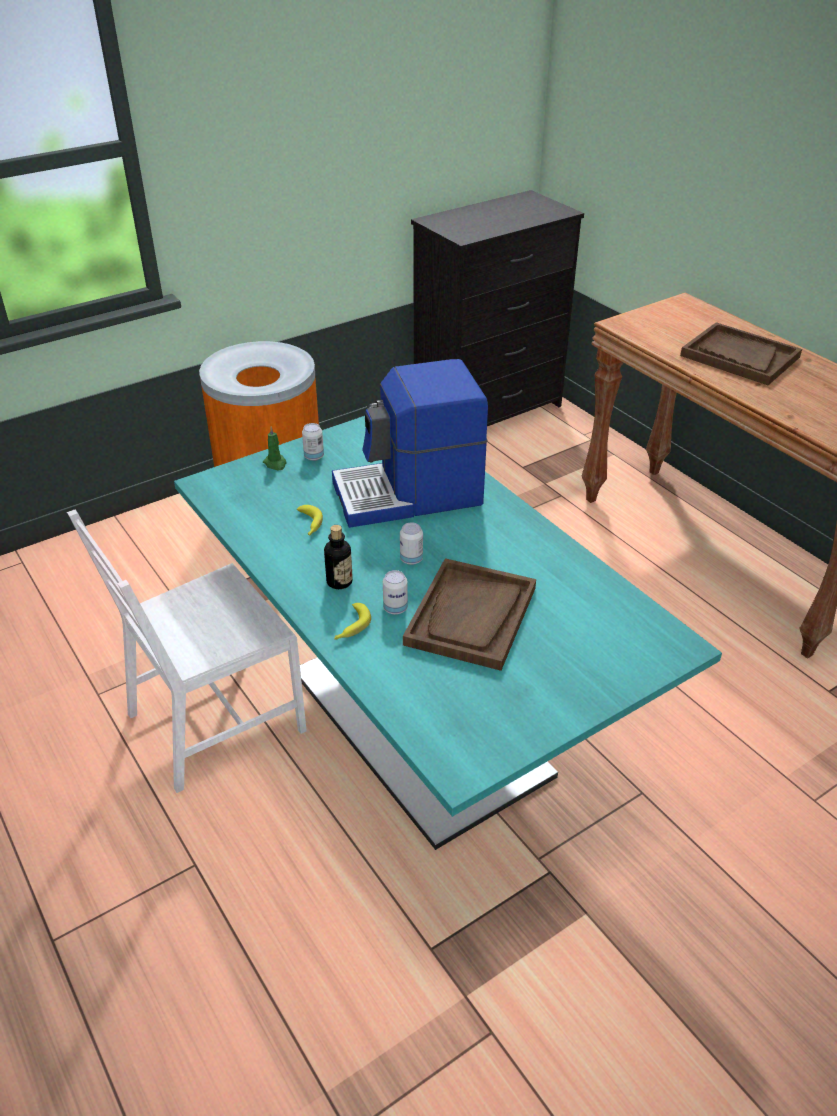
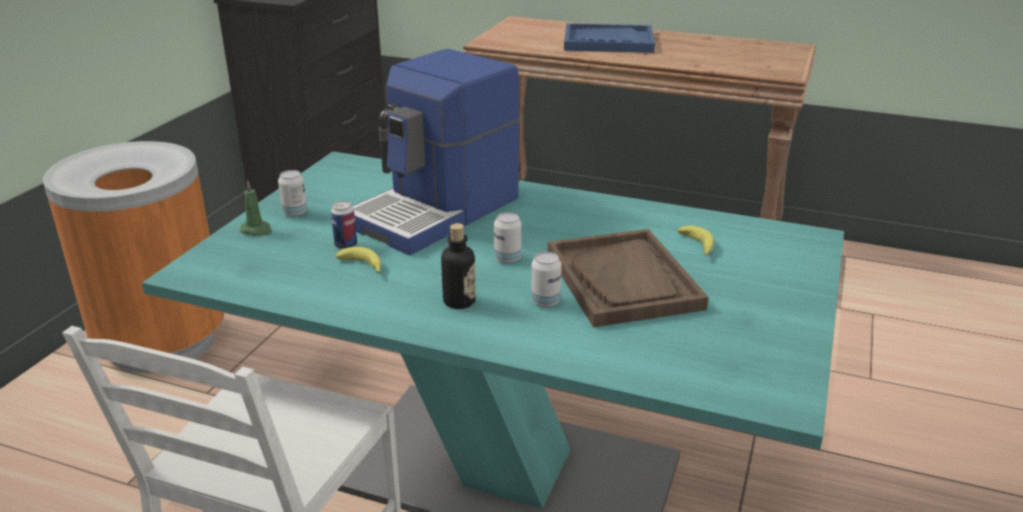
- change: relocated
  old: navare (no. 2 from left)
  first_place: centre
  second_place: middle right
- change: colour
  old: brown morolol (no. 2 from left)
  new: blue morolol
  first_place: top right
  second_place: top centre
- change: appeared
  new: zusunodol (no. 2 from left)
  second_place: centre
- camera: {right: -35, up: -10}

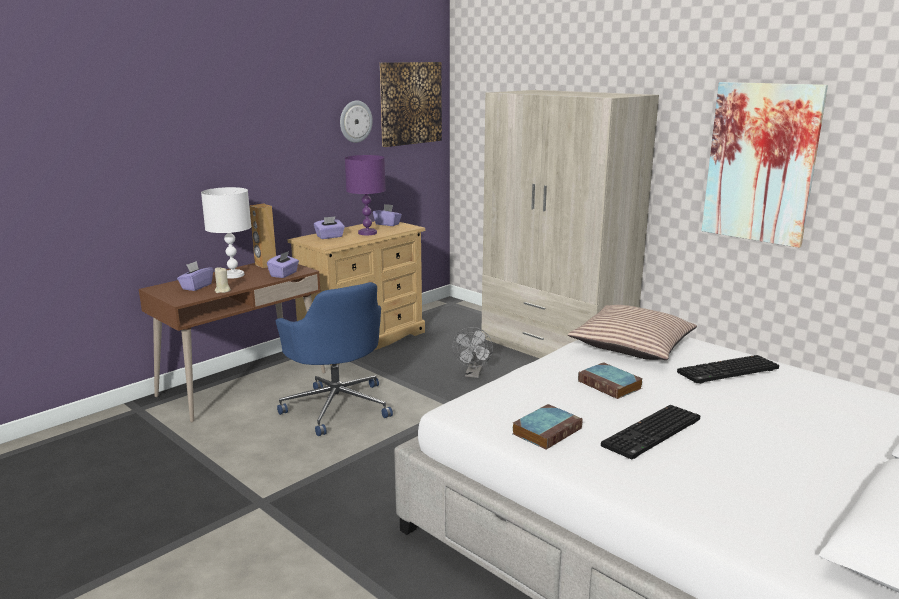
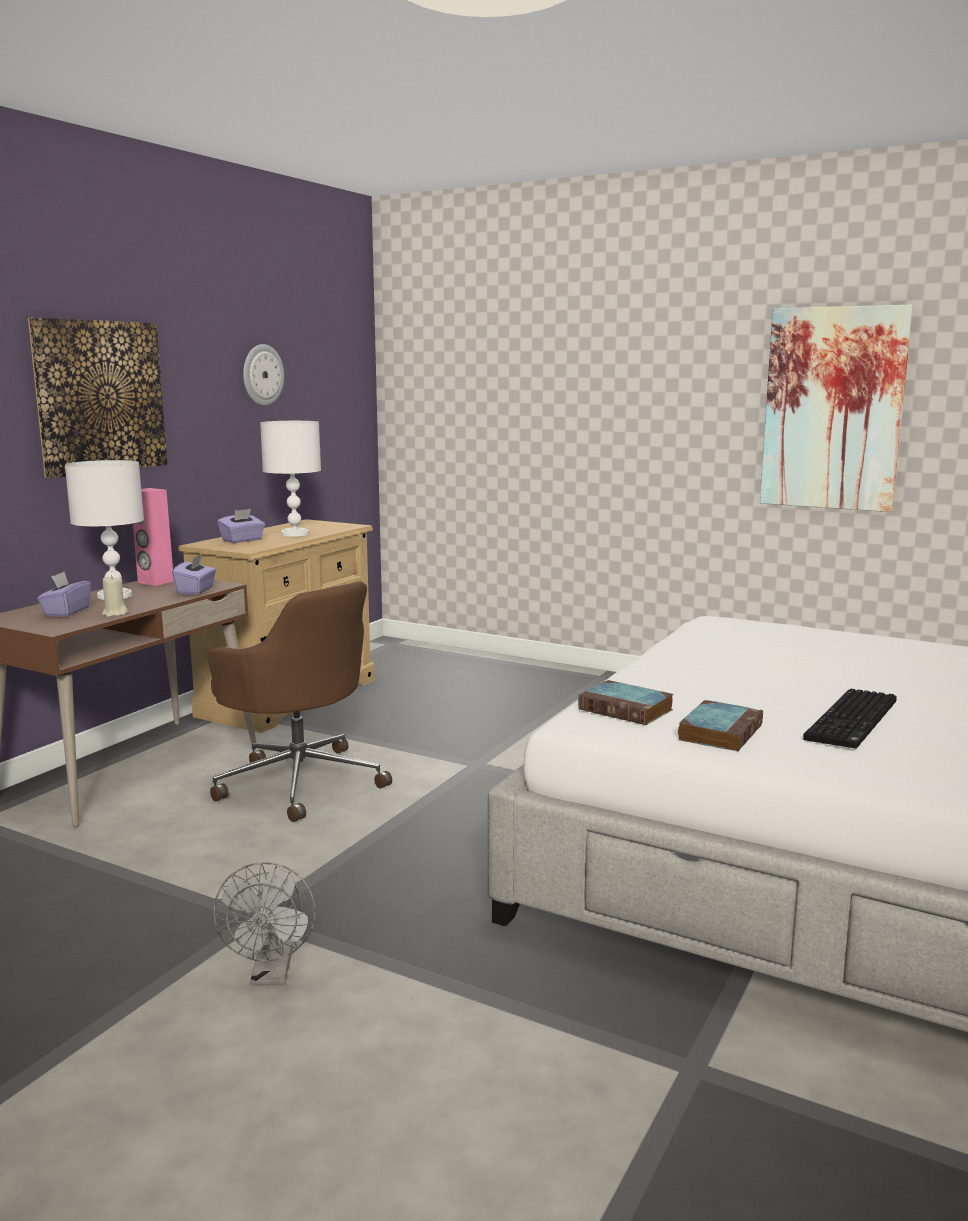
- change: colour
  old: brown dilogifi
  new: pink dilogifi
  first_place: middle left
  second_place: middle left
- change: colour
  old: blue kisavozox
  new: brown kisavozox
  first_place: centre
  second_place: middle left
- change: colour
  old: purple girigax
  new: white girigax (no. 2 from left)
  first_place: top centre
  second_place: middle left
- change: missing
  old: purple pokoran (no. 4 from left)
  first_place: centre
- change: relocated
  old: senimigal (no. 1 from left)
  first_place: top centre
  second_place: top left
- change: relocated
  old: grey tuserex
  first_place: centre
  second_place: bottom left
- change: missing
  old: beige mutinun
  first_place: centre
- change: missing
  old: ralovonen
  first_place: middle right
- change: relocated
  old: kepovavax (no. 2 from left in the first image)
  new: kepovavax (no. 1 from left)
  first_place: middle right
  second_place: centre
- change: missing
  old: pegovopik (no. 2 from left)
  first_place: middle right
- camera: {right: -15, up: -5}

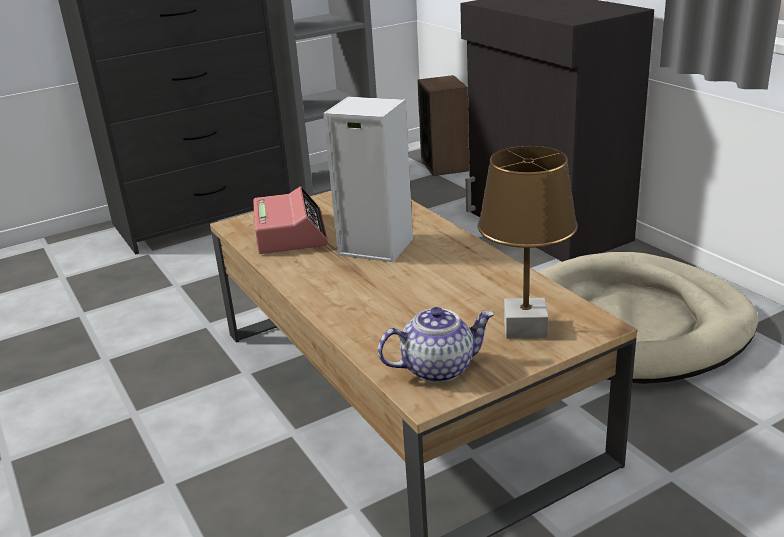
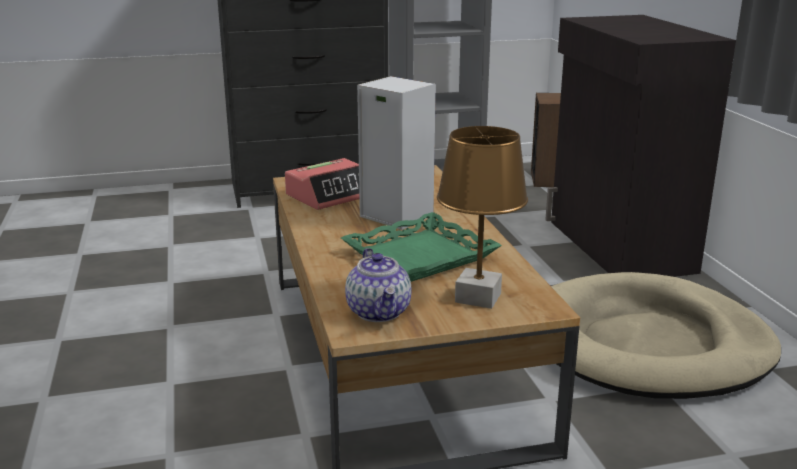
- change: spun
  old: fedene
  first_place: centre
  second_place: centre
  degrees: 45
- change: spun
  old: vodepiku
  first_place: centre
  second_place: centre
  degrees: 75
- change: appeared
  new: green morolol
  second_place: centre
- camera: {right: 15, up: -5}

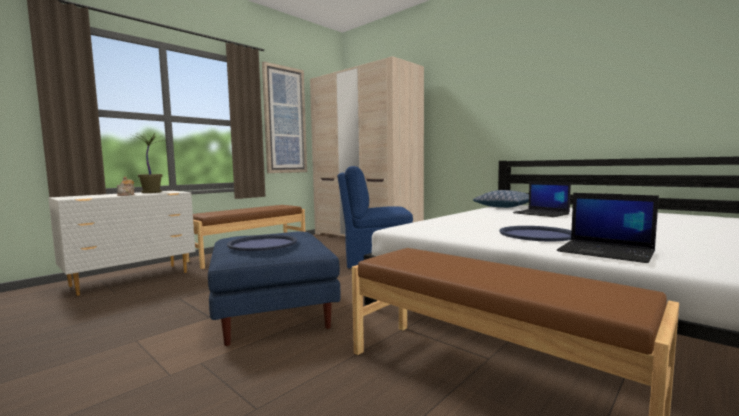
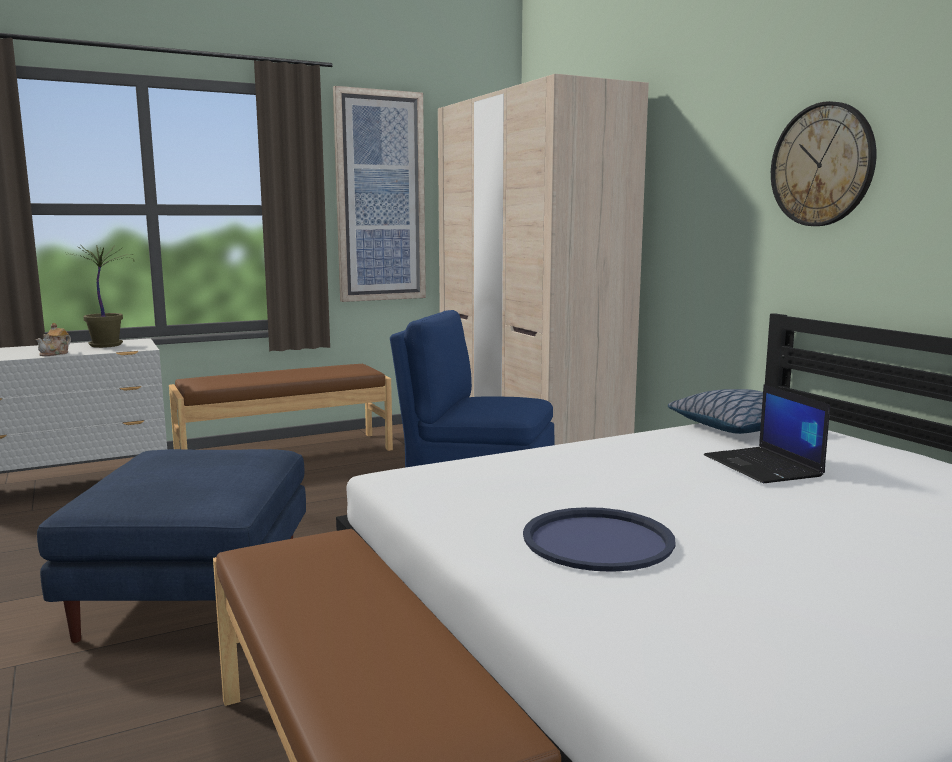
- change: missing
  old: blue morolol (no. 1 from left)
  first_place: centre
- change: missing
  old: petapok (no. 2 from left)
  first_place: middle right
- change: appeared
  new: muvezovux
  second_place: top right
- camera: {right: 20, up: 5}

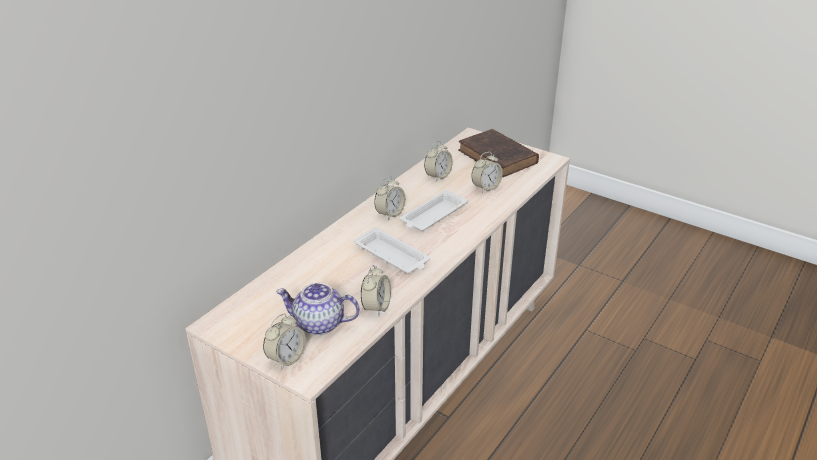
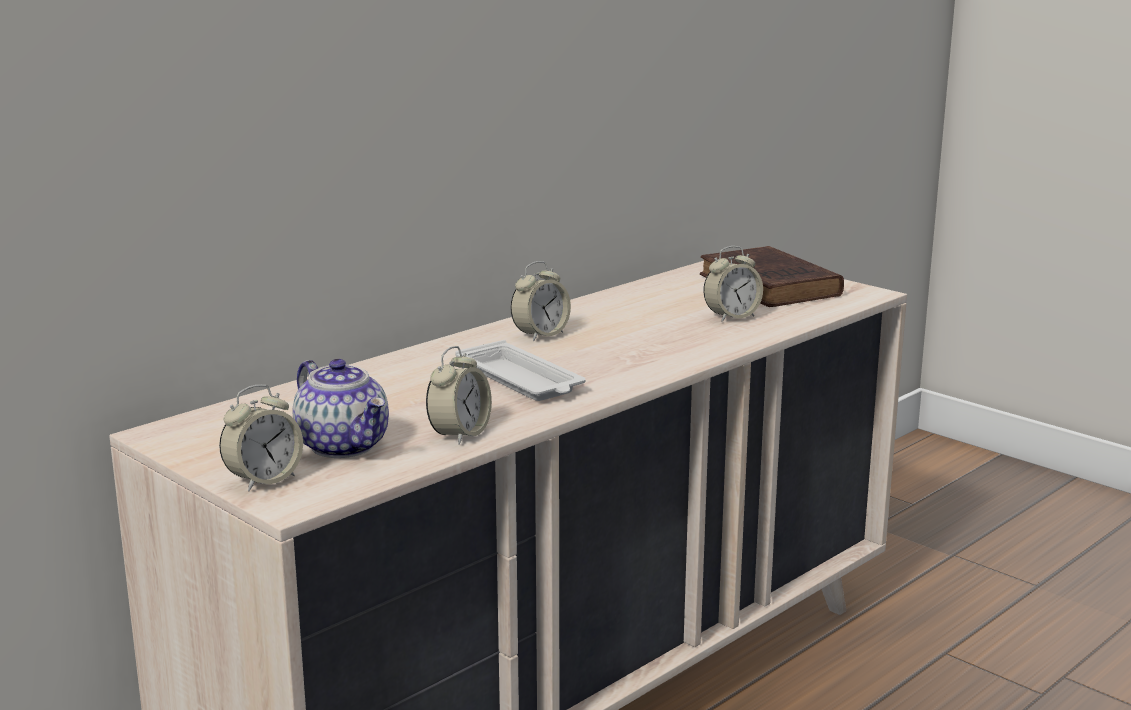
- change: spun
  old: vodepiku
  first_place: bottom centre
  second_place: middle left
  degrees: -150
- change: missing
  old: white morolol (no. 2 from left)
  first_place: centre
- change: missing
  old: fedene (no. 4 from left)
  first_place: centre
- camera: {right: 10, up: -15}

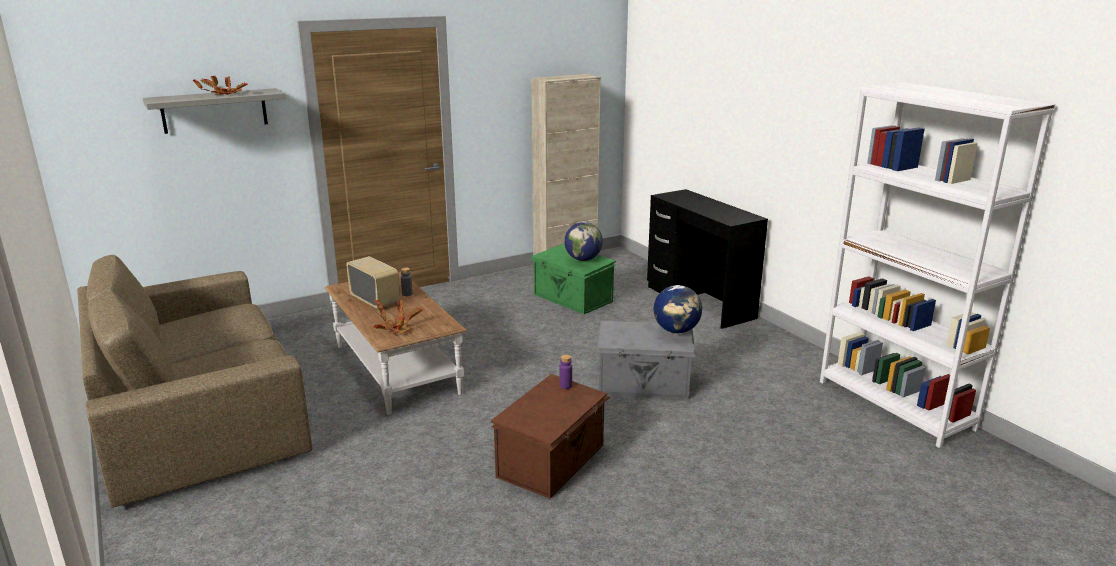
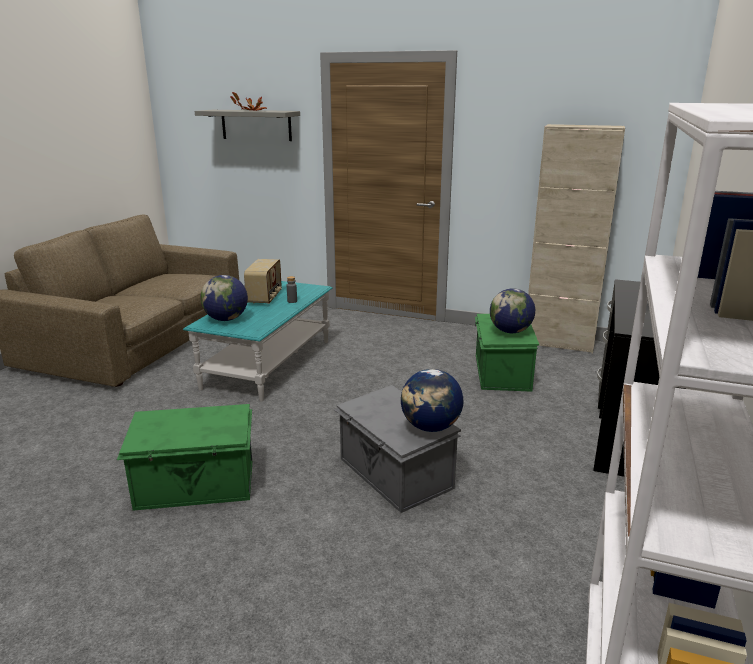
- change: colour
  old: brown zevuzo
  new: turquoise zevuzo
  first_place: centre
  second_place: centre
- change: exchanged
  old: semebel (no. 2 from left)
  new: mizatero (no. 1 from left)
  first_place: centre
  second_place: middle left
- change: colour
  old: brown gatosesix
  new: green gatosesix (no. 1 from left)
  first_place: bottom centre
  second_place: bottom left
- change: missing
  old: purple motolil
  first_place: centre
- camera: {right: 50, up: 0}

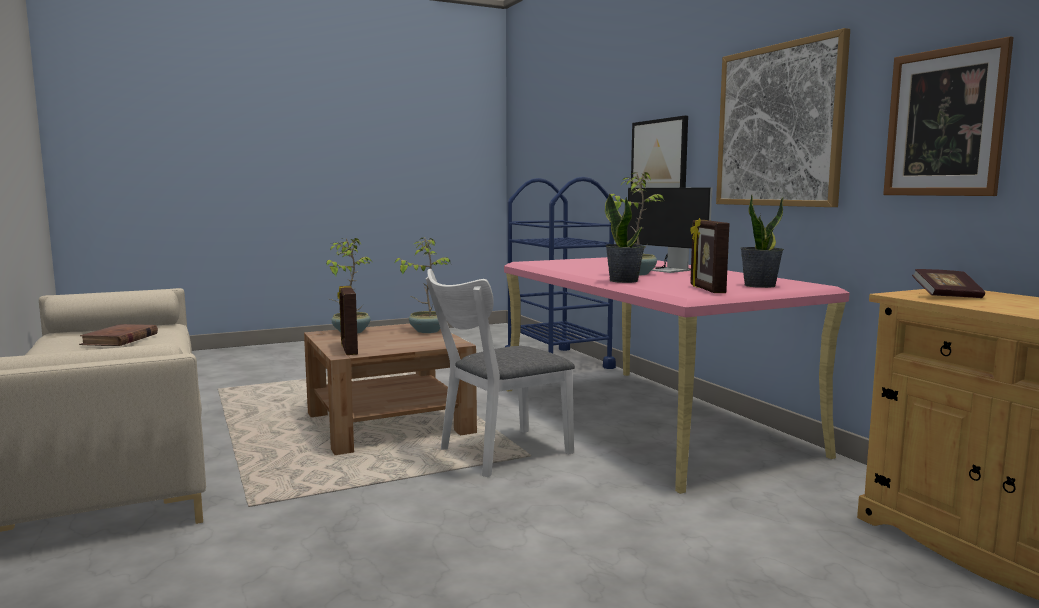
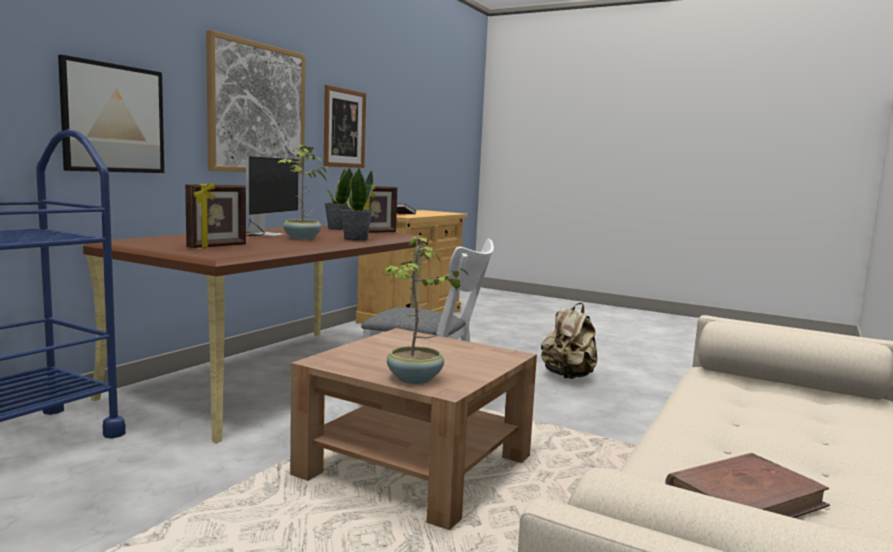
- change: relocated
  old: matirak (no. 1 from left)
  first_place: centre
  second_place: middle left
- change: missing
  old: semebel (no. 2 from left)
  first_place: centre
- change: colour
  old: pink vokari
  new: brown vokari
  first_place: centre
  second_place: middle left
- change: appeared
  new: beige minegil
  second_place: centre
- camera: {right: -125, up: 0}

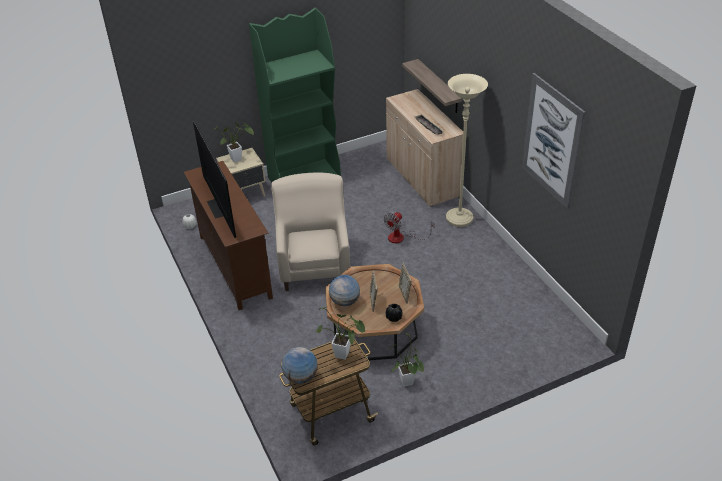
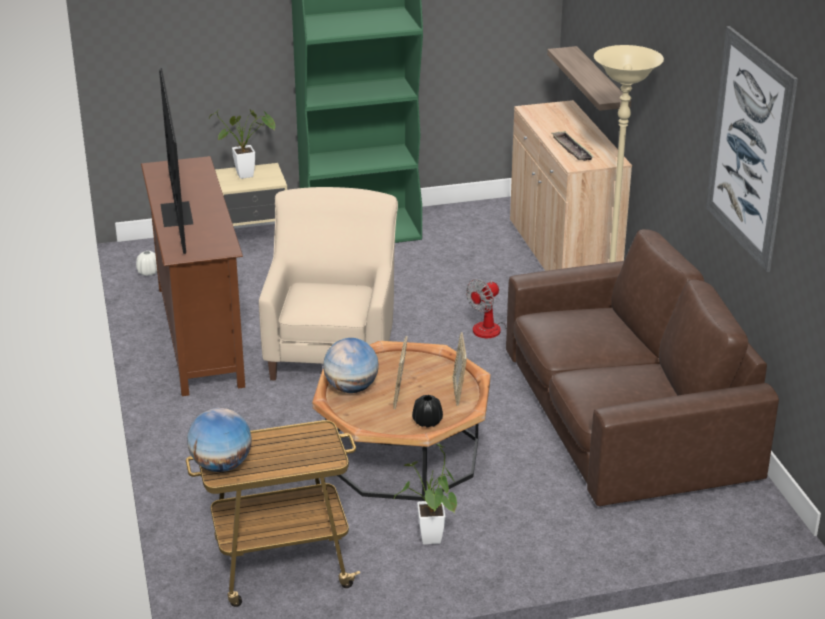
- change: missing
  old: semebel (no. 2 from left)
  first_place: bottom centre
- change: appeared
  new: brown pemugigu
  second_place: middle right
- camera: {right: 10, up: -10}

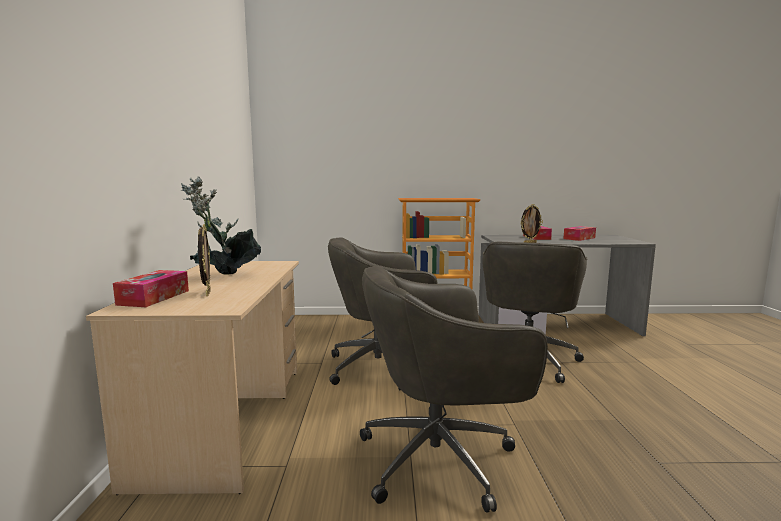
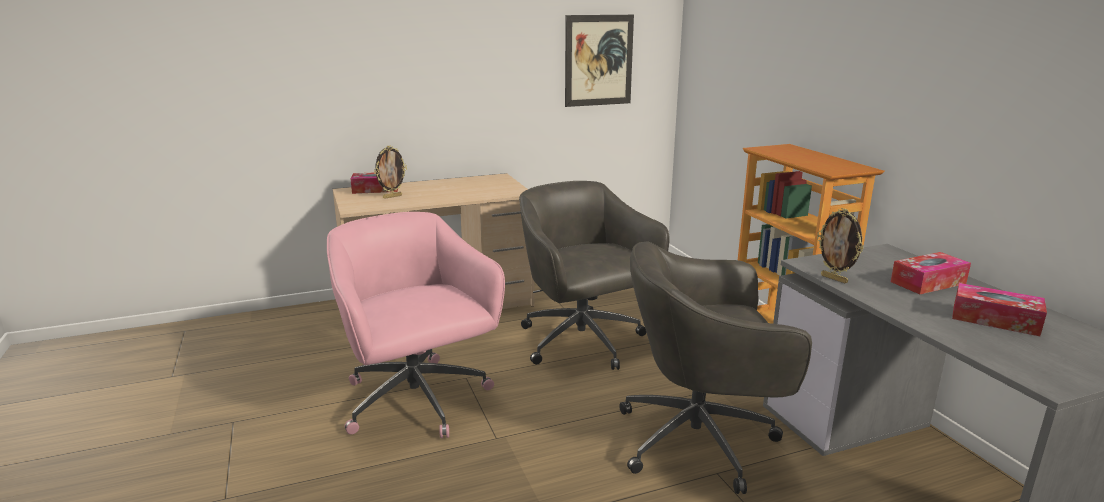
- change: missing
  old: semebel
  first_place: middle left
- change: colour
  old: grey kisavozox (no. 2 from left)
  new: pink kisavozox
  first_place: bottom centre
  second_place: centre
- change: appeared
  new: senimigal
  second_place: top centre
- camera: {right: 70, up: 10}

